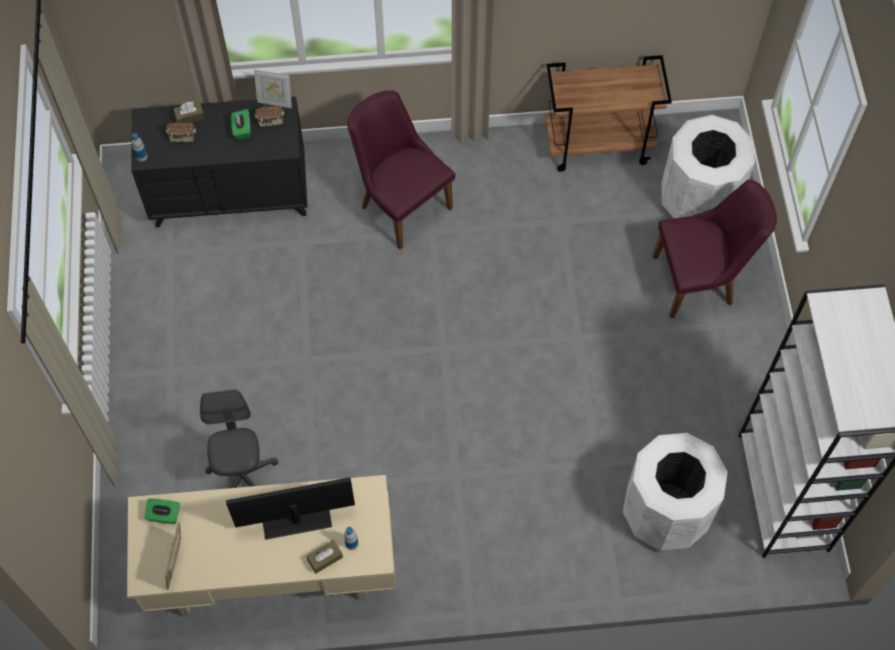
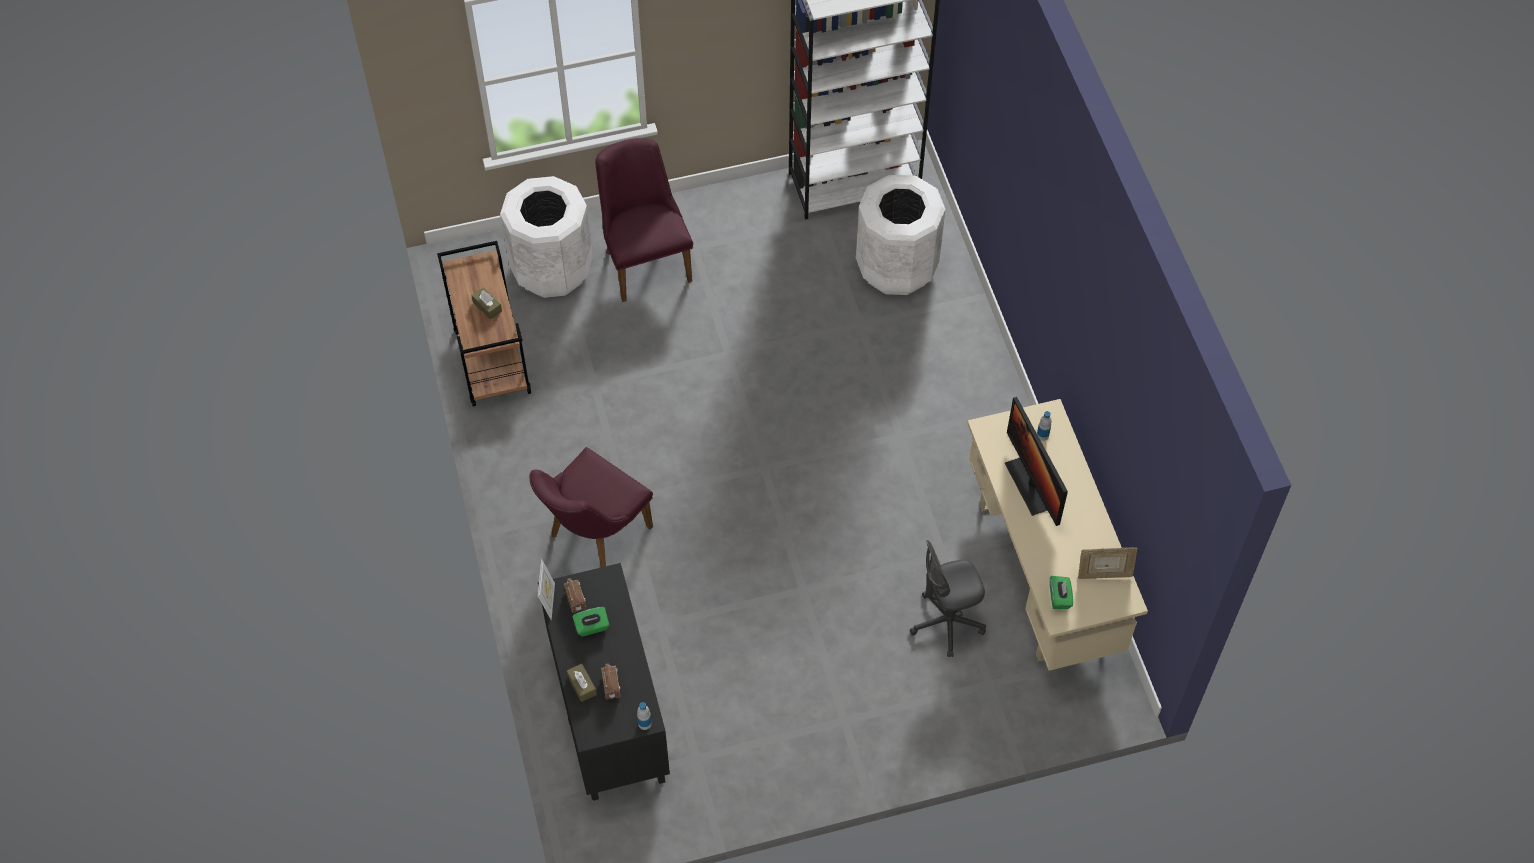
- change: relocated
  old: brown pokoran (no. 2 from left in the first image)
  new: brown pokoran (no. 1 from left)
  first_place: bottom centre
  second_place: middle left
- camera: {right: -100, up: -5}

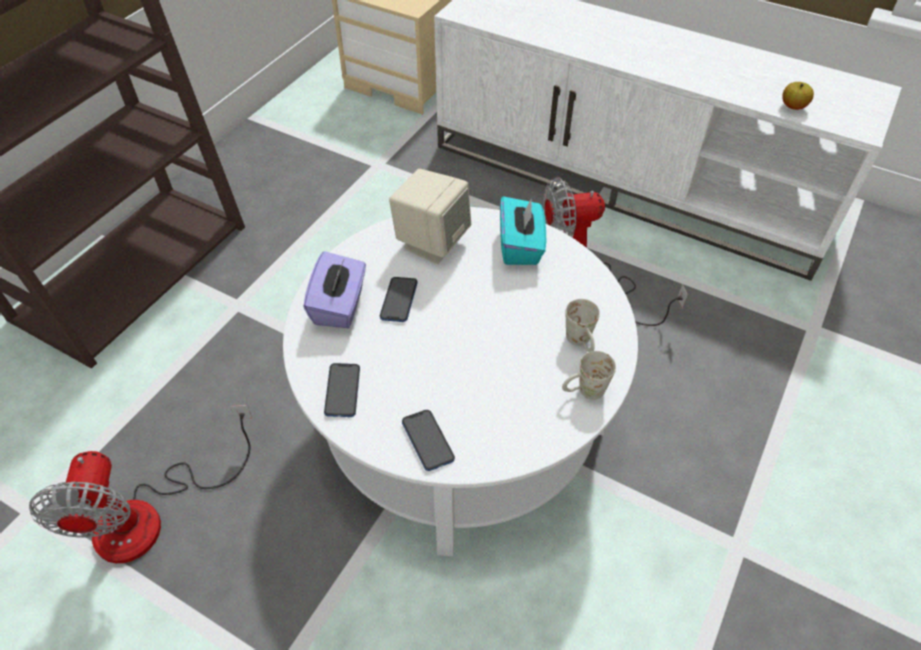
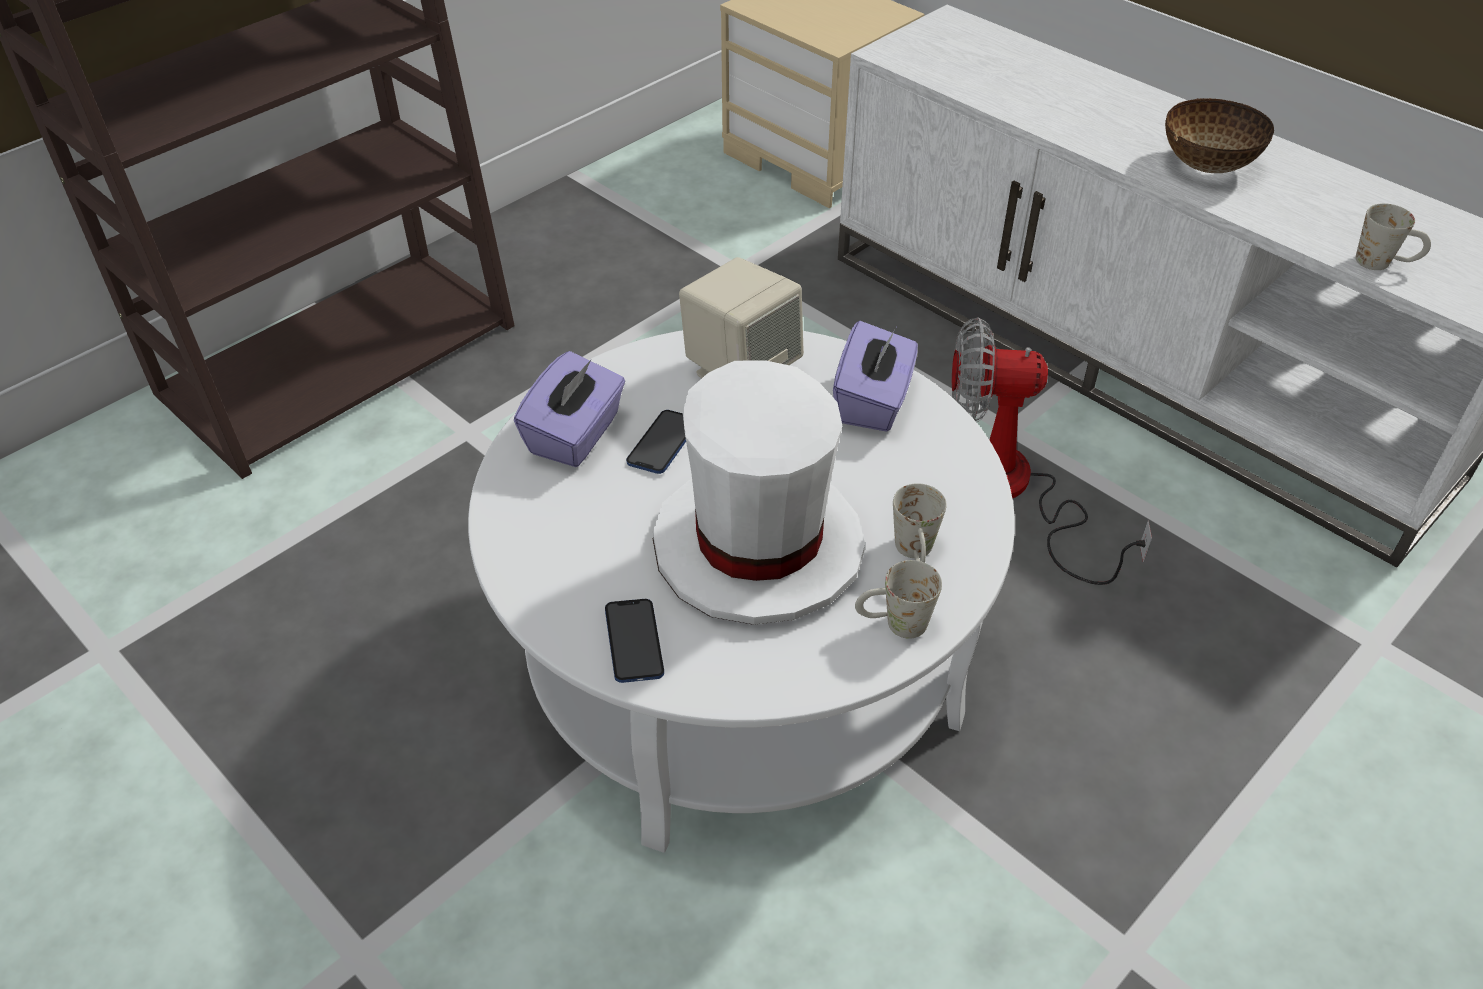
- change: missing
  old: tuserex (no. 1 from left)
  first_place: bottom left
- change: missing
  old: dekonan (no. 1 from left)
  first_place: centre
- change: colour
  old: turquoise pokoran
  new: purple pokoran (no. 2 from left)
  first_place: centre
  second_place: centre
- change: exchanged
  old: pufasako
  new: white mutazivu (no. 3 from left)
  first_place: top right
  second_place: top right
- change: appeared
  new: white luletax
  second_place: centre
- change: appeared
  new: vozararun
  second_place: top right
- camera: {right: 15, up: -5}

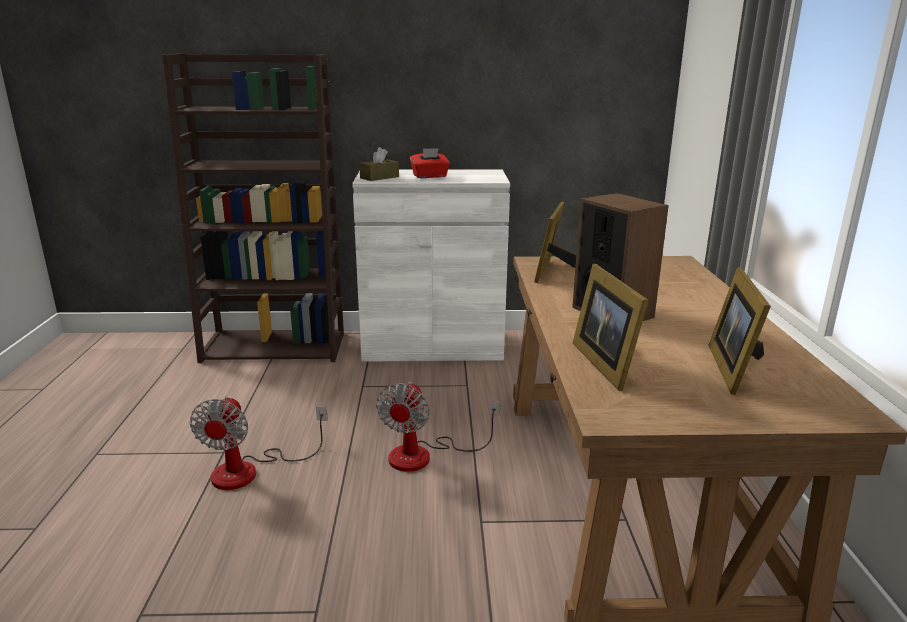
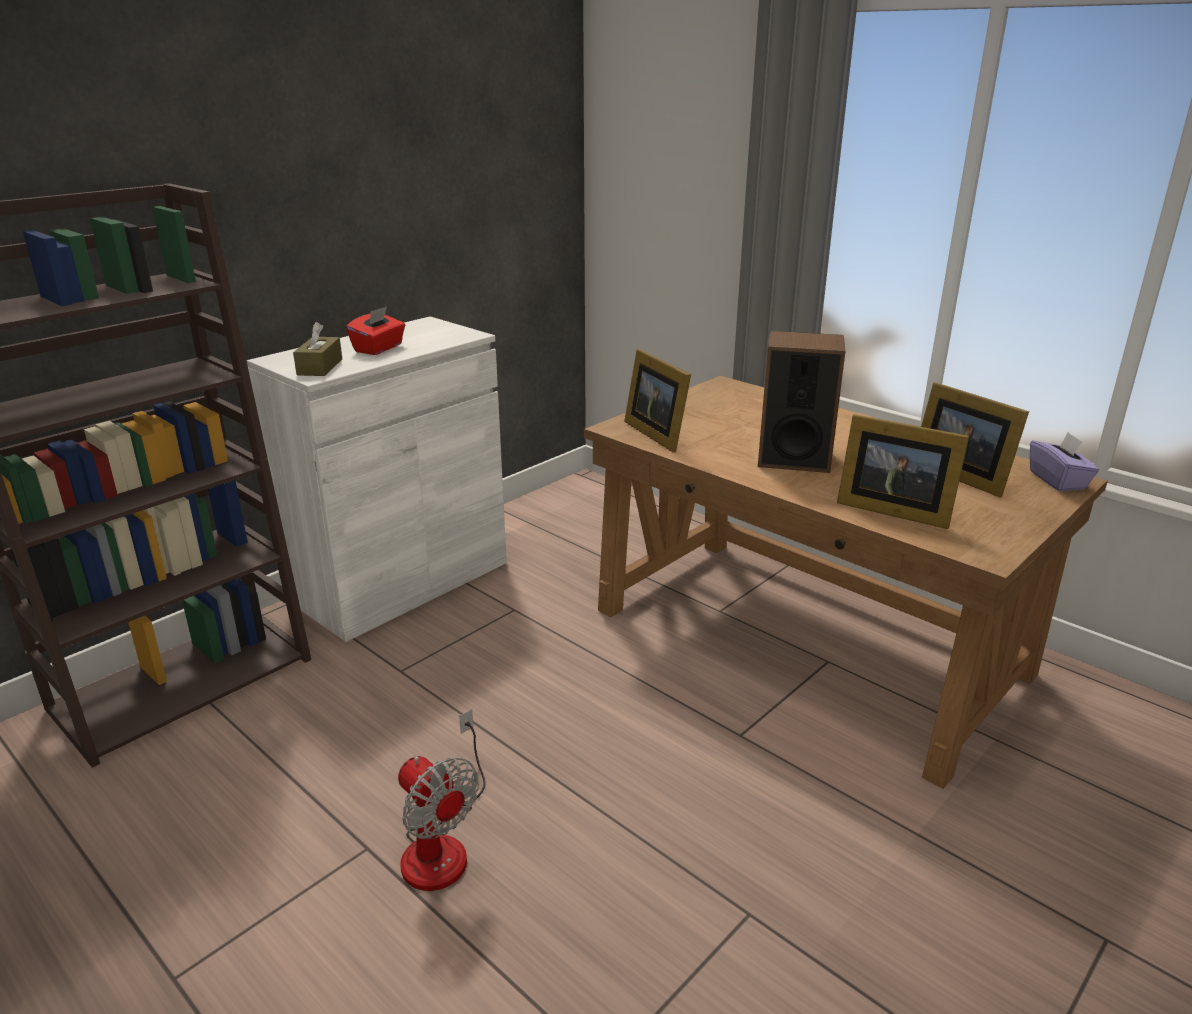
- change: missing
  old: tuserex (no. 2 from left)
  first_place: bottom centre
- change: appeared
  new: purple pokoran
  second_place: middle right
- camera: {right: -45, up: 5}

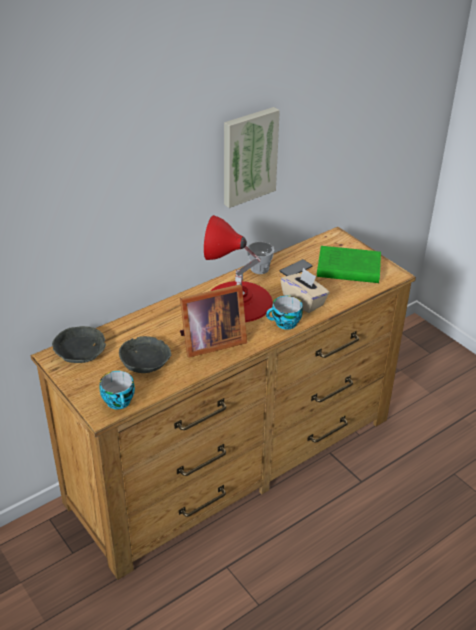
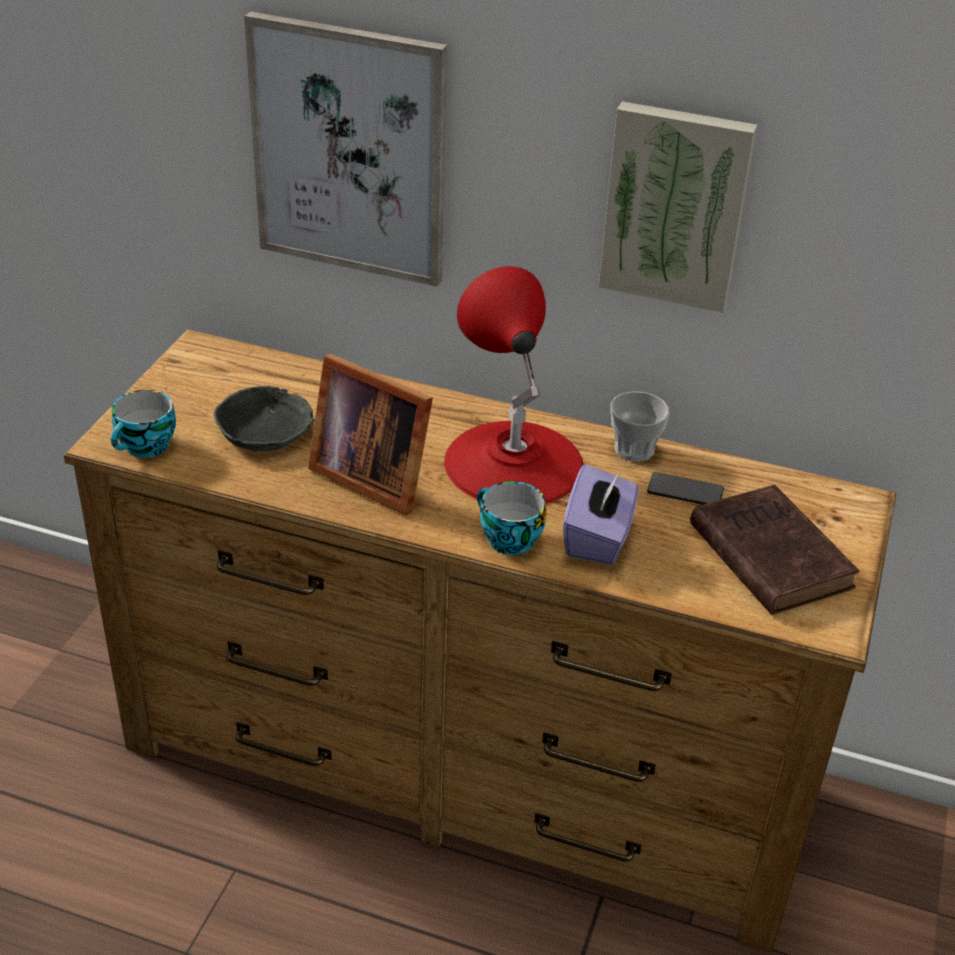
- change: missing
  old: grey vozararun (no. 1 from left)
  first_place: middle left
- change: colour
  old: beige pokoran
  new: purple pokoran
  first_place: centre
  second_place: centre
- change: colour
  old: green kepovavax
  new: brown kepovavax
  first_place: middle right
  second_place: middle right
- change: appeared
  new: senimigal (no. 1 from left)
  second_place: top centre
- camera: {right: 55, up: 0}

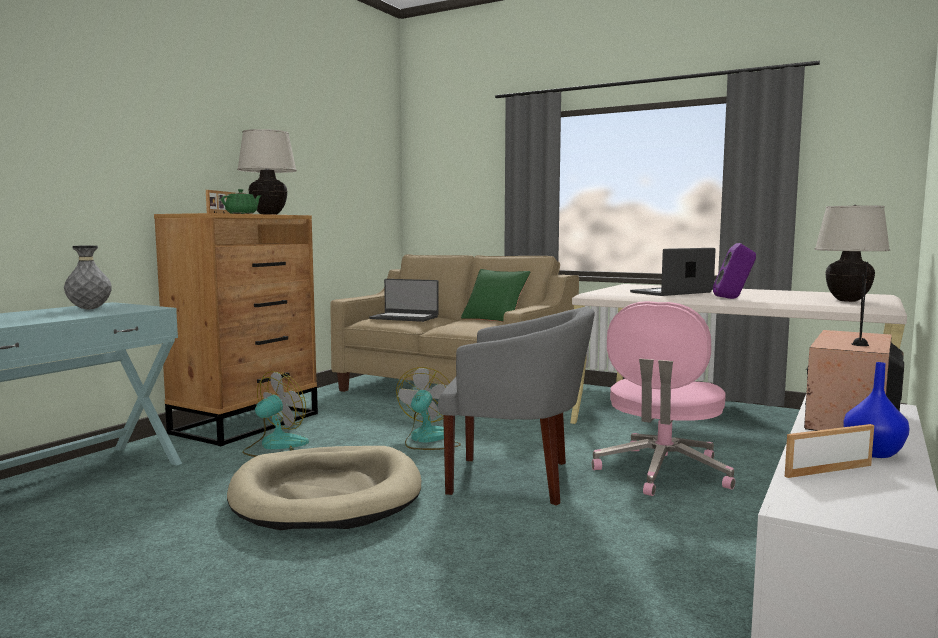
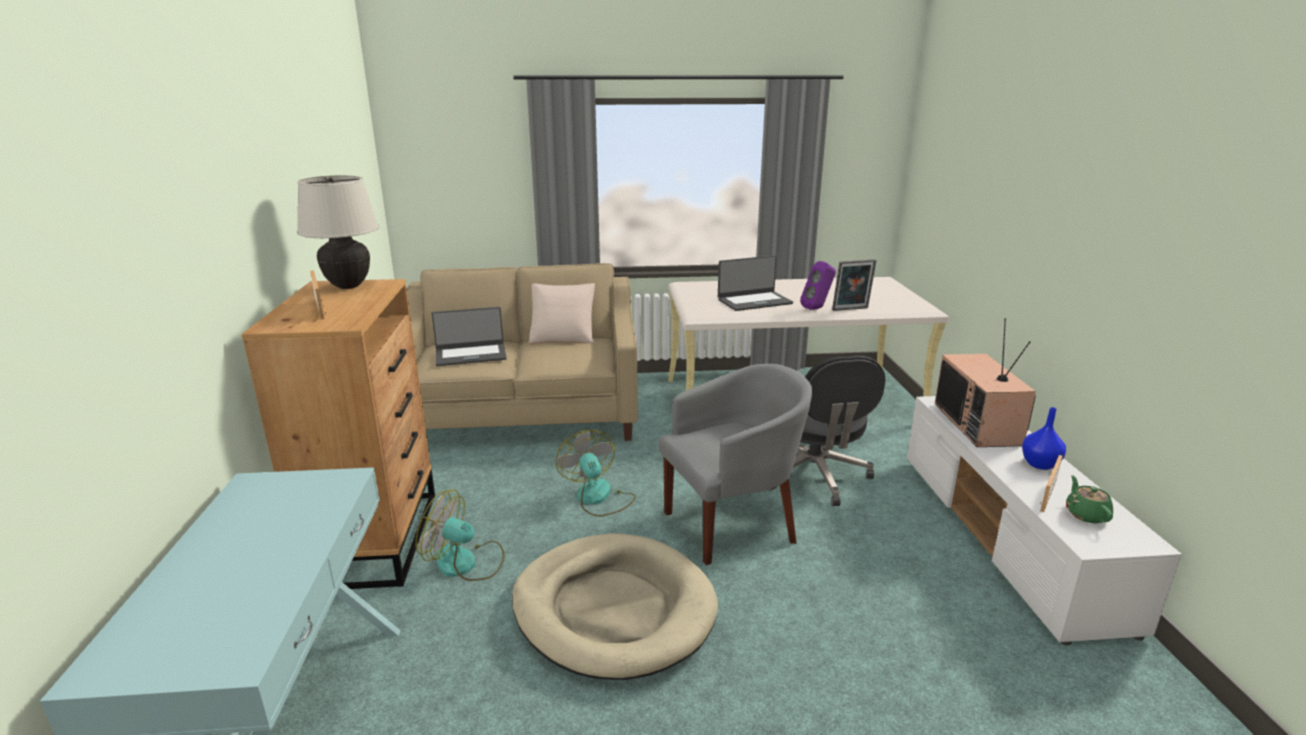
- change: missing
  old: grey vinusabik
  first_place: middle left
- change: relocated
  old: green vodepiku
  first_place: top left
  second_place: bottom right
- change: spun
  old: tuserex (no. 1 from left)
  first_place: middle left
  second_place: bottom centre
  degrees: -75
- change: colour
  old: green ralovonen
  new: beige ralovonen
  first_place: centre
  second_place: centre
- change: colour
  old: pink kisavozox
  new: black kisavozox
  first_place: middle right
  second_place: centre
- change: spun
  old: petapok (no. 2 from left)
  first_place: middle right
  second_place: centre
  degrees: -135
- change: missing
  old: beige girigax (no. 2 from left)
  first_place: middle right
- change: appeared
  new: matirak (no. 2 from left)
  second_place: centre
- camera: {right: -35, up: 15}

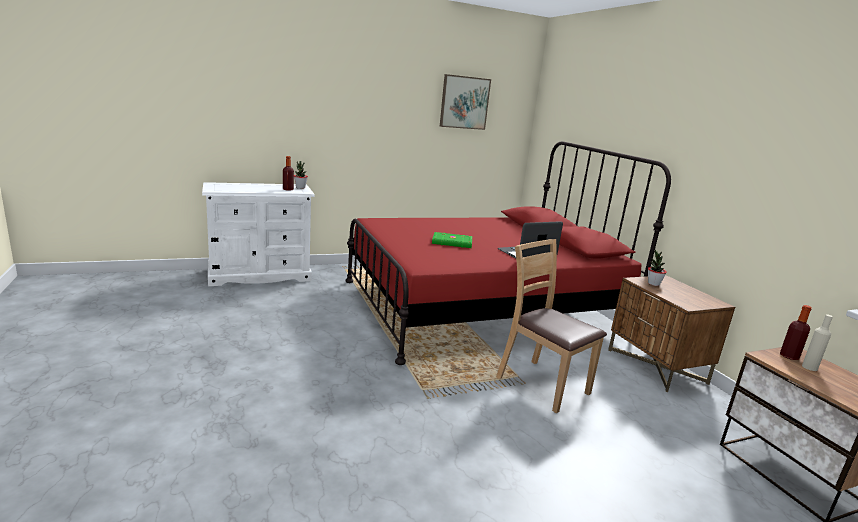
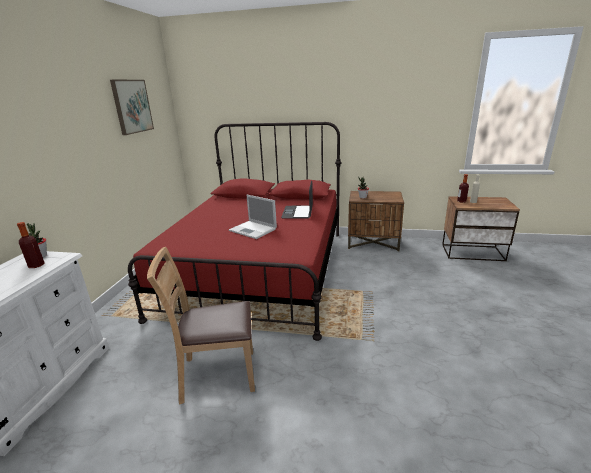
- change: exchanged
  old: green kepovavax
  new: petapok (no. 1 from left)
  first_place: centre
  second_place: centre
- change: relocated
  old: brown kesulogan
  first_place: centre
  second_place: bottom centre
- camera: {right: -55, up: 5}

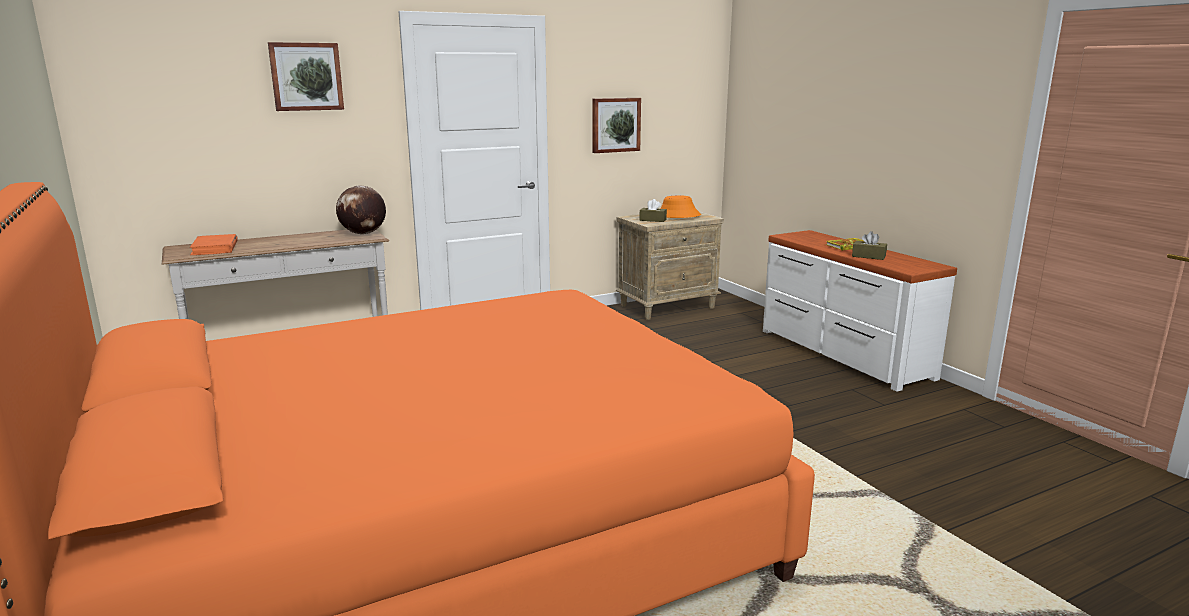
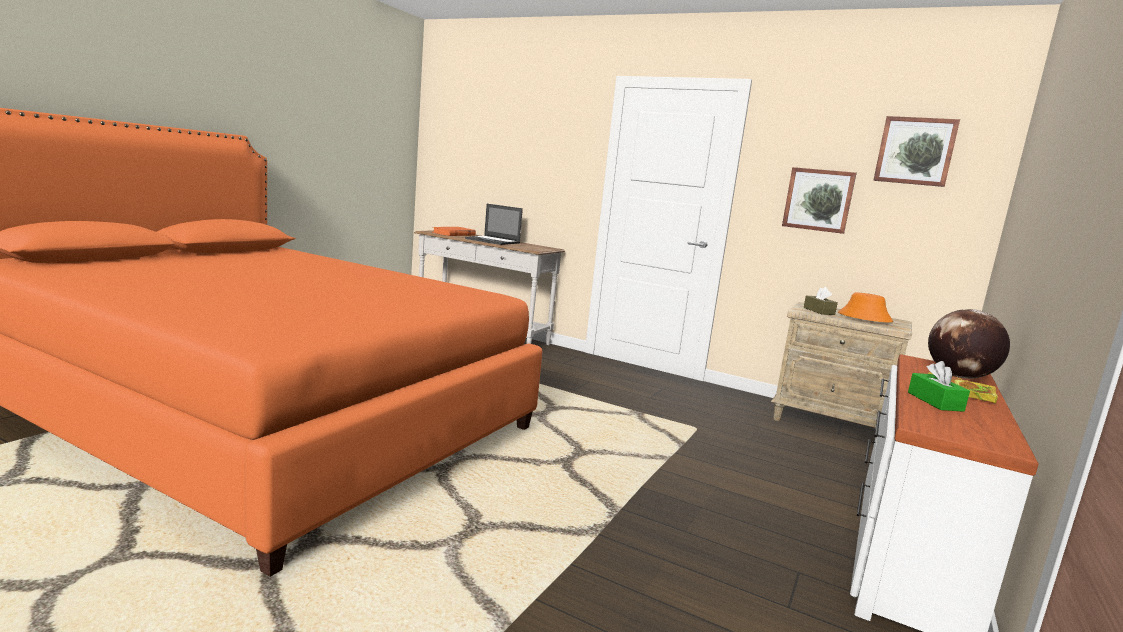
- change: relocated
  old: senimigal (no. 1 from left in the first image)
  new: senimigal (no. 2 from left)
  first_place: top left
  second_place: top right
- change: relocated
  old: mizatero
  first_place: middle left
  second_place: middle right
- change: colour
  old: brown pokoran (no. 2 from left)
  new: green pokoran
  first_place: middle right
  second_place: middle right
- change: appeared
  new: petapok
  second_place: centre
- camera: {right: 55, up: -5}

